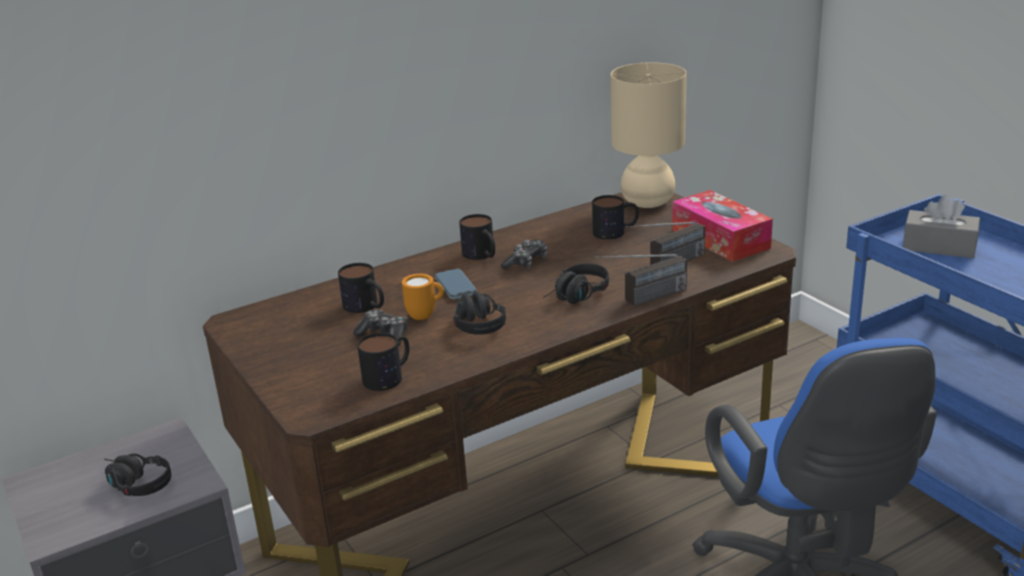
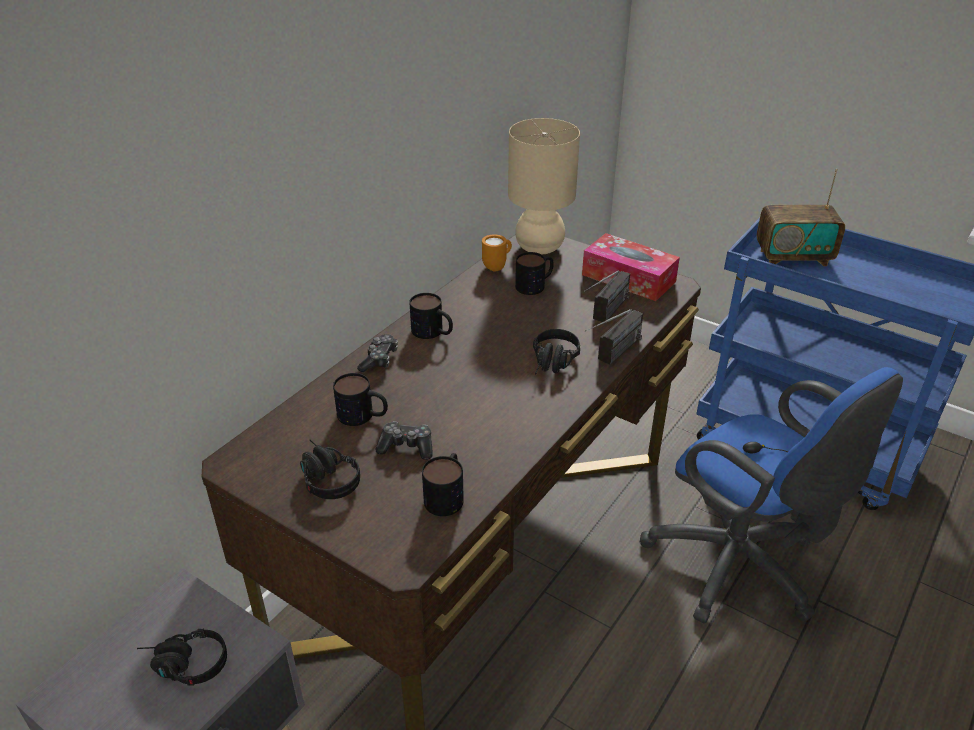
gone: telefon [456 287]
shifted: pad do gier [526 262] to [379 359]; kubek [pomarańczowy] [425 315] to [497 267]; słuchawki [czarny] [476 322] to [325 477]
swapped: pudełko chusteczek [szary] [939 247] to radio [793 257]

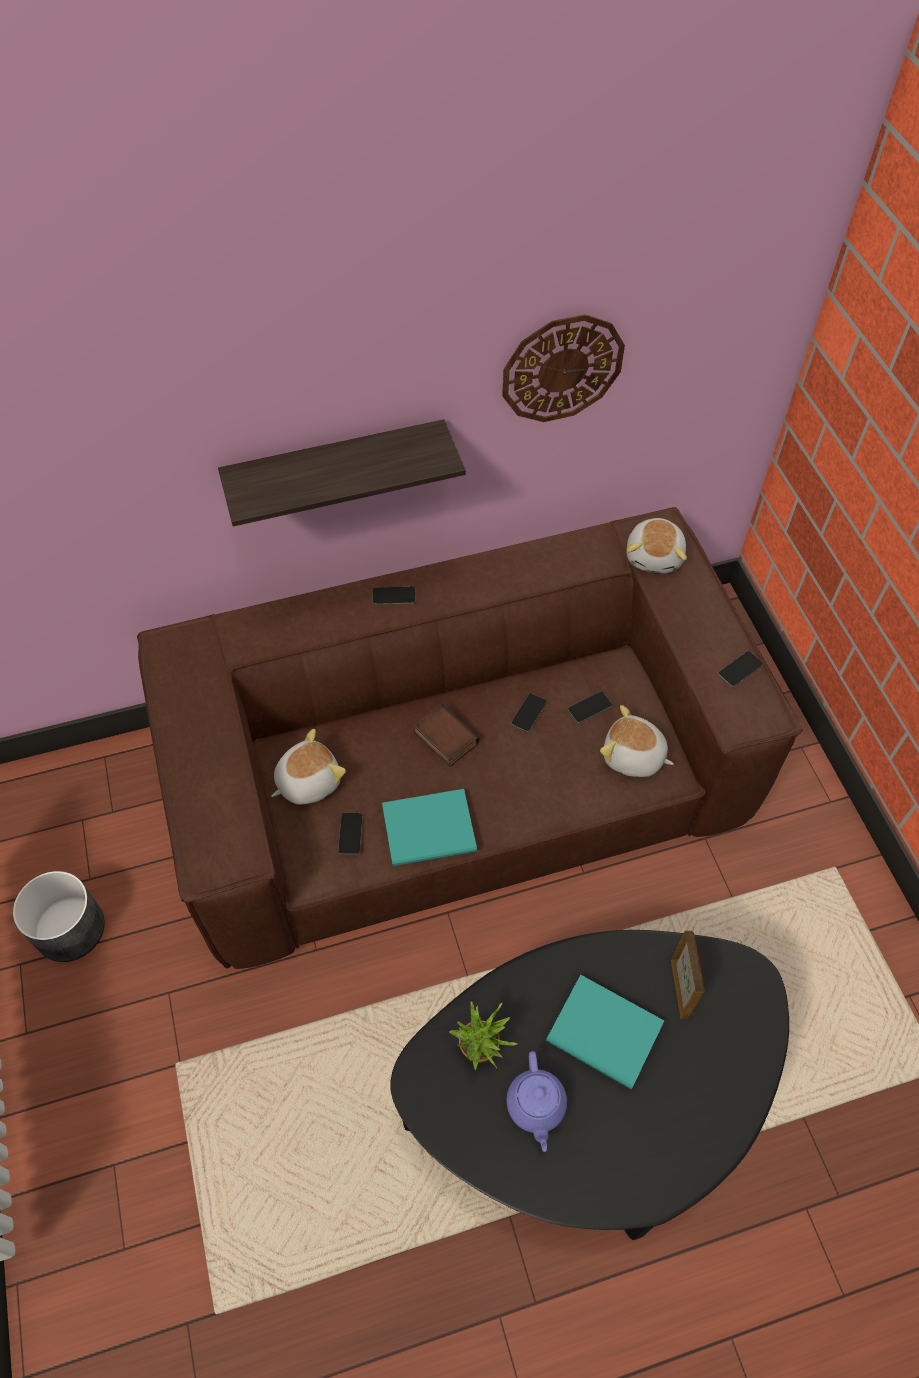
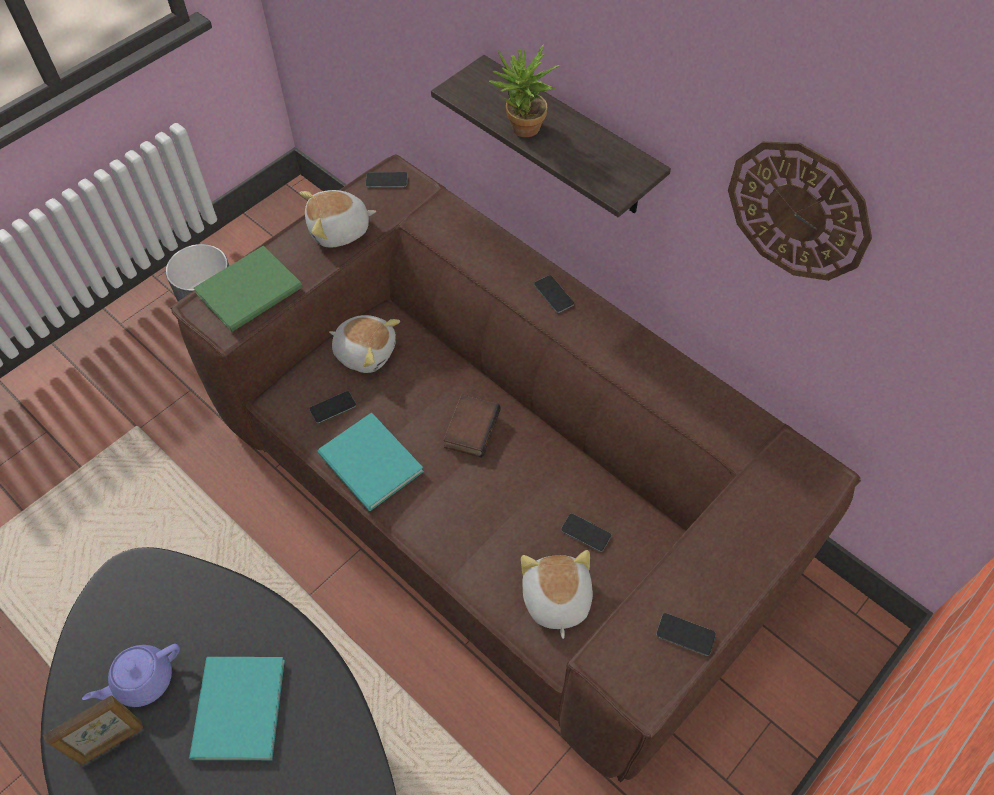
new: książka [zielony] [253 290]
shifted: pluszak [655 556] to [339 231]; telefon [528 712] to [386 180]; ramka na zdjęcie [680 988] to [111 743]; roślina doniczkowa [481 1053] to [521 131]

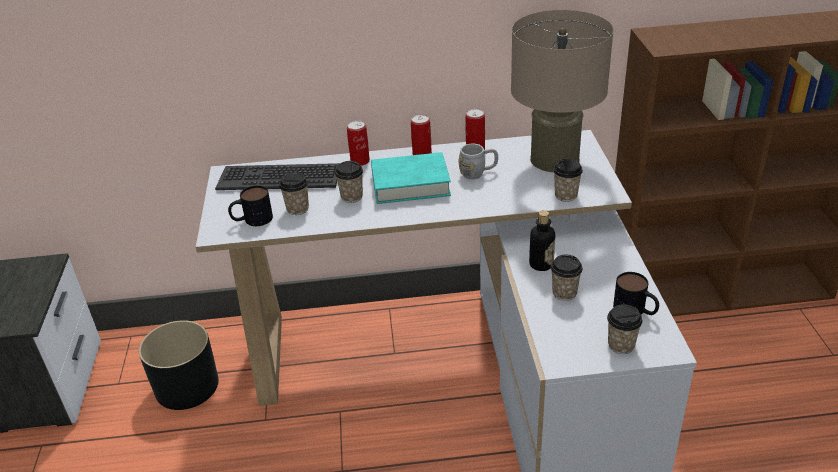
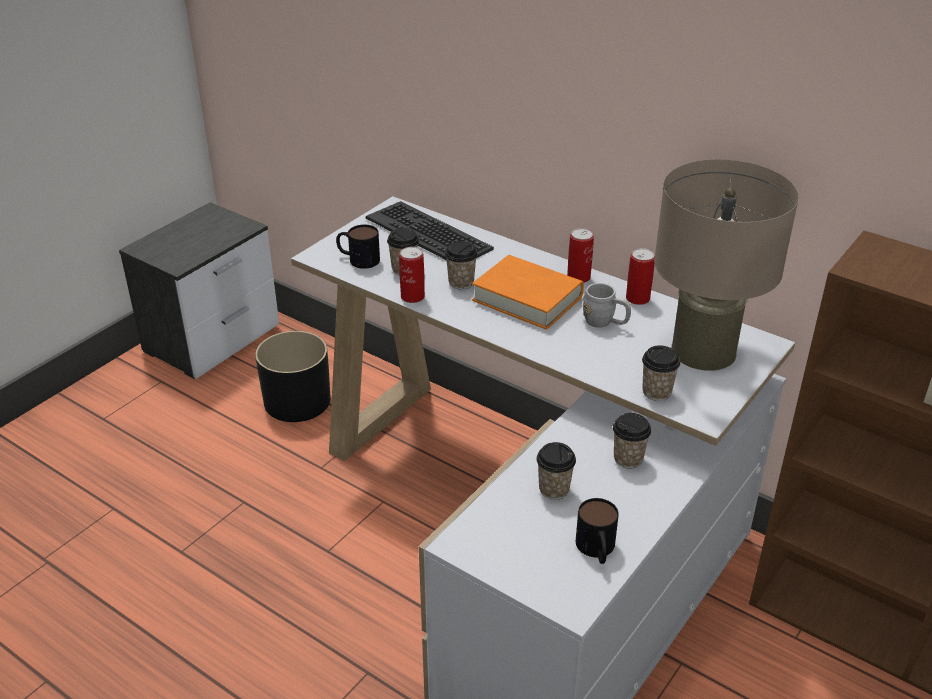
gone: butelka [541 264]
shifted: puszka [360 161] to [412 297]; filiżanka [621 345] to [628 459]
repainted: książka [turkusowy] [410 184] to książka [pomarańczowy] [527 299]

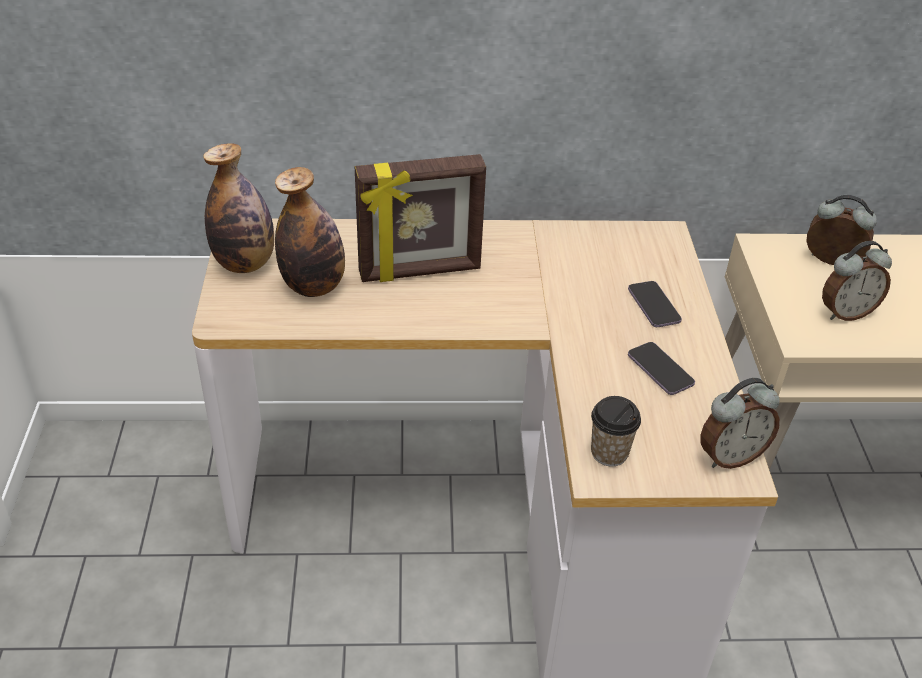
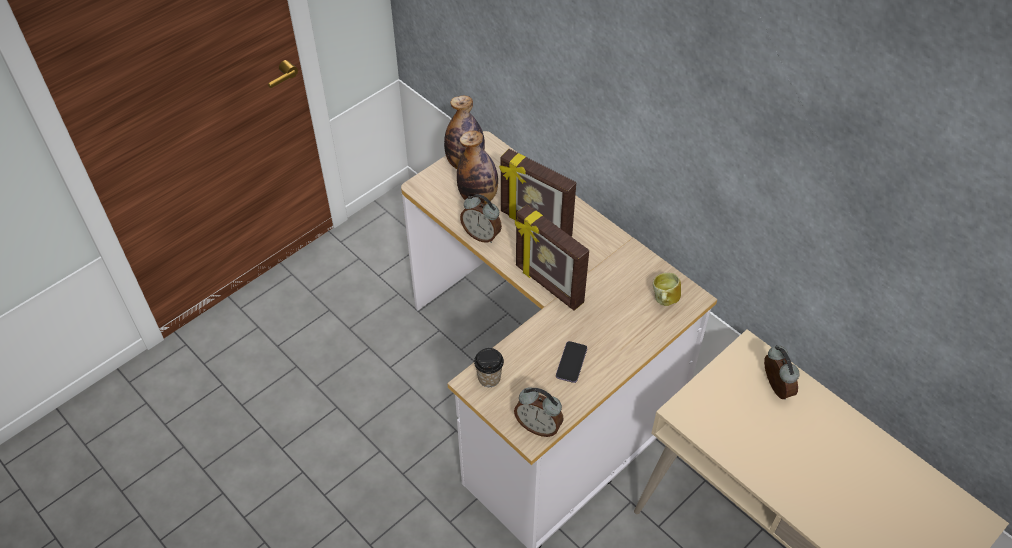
gone: telefon [653 306]
new: ramka na zdjęcie [548 285]; kubek [663 300]
shifted: budzik [845 313] to [482 235]

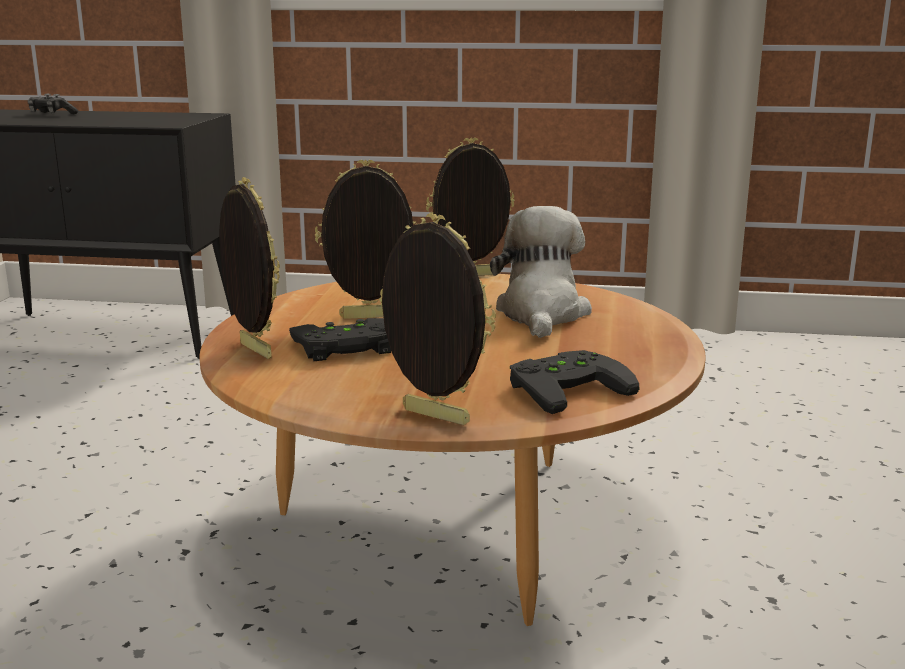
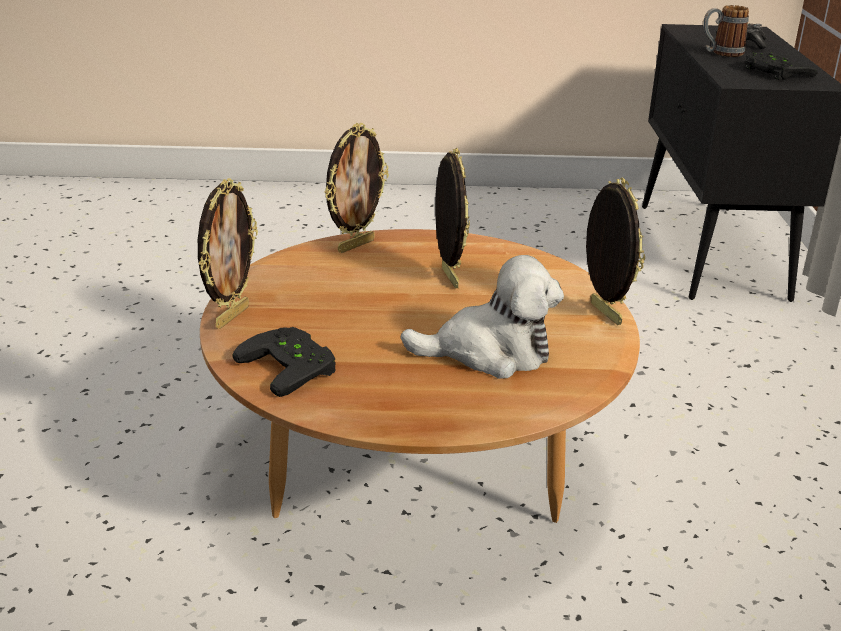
new: kubek [721 53]
shifted: pad do gier [czarny] [345 348] to [773 72]

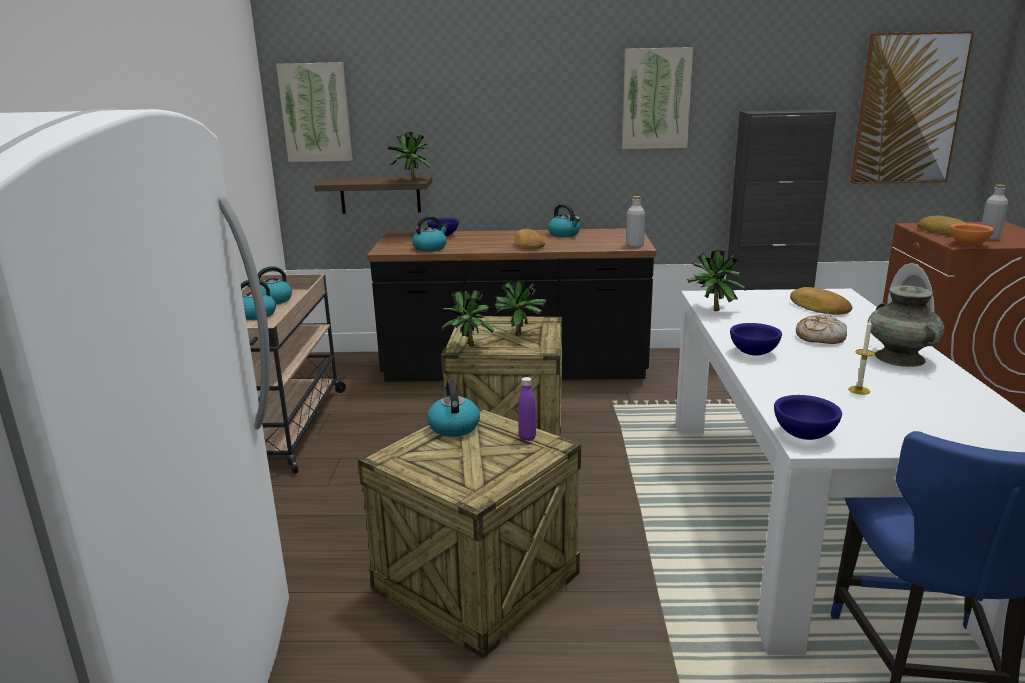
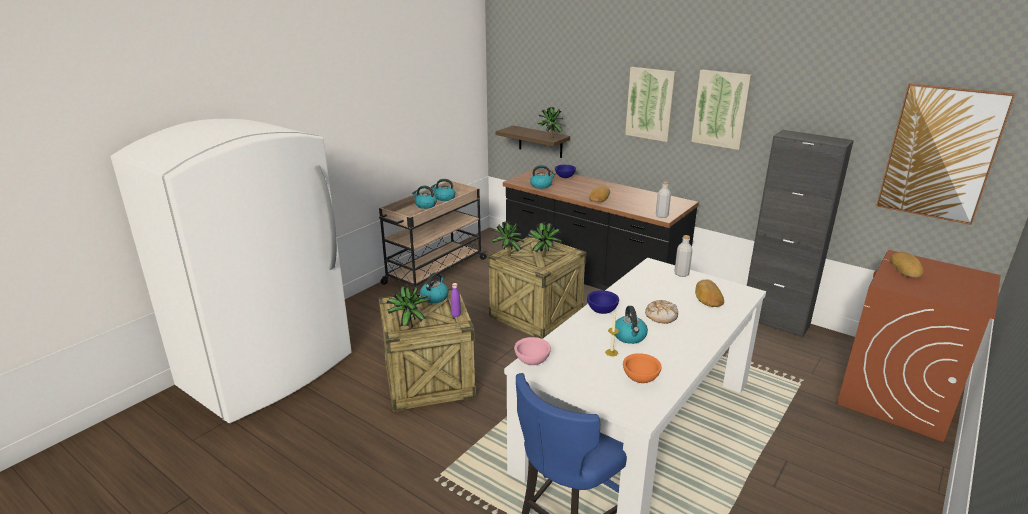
gone: wazon [turkusowy] [900 358]
shifted: obraz [316 112] to [650 104]; butelka [szary] [989 238] to [681 274]; czajnik [564 234] to [629 336]; miska [pomarańczowy] [968 245] to [640 379]; roślina doniczkowa [711 310] to [408 326]
repainted: miska [niebieski] [804 435] to miska [różowy] [532 361]

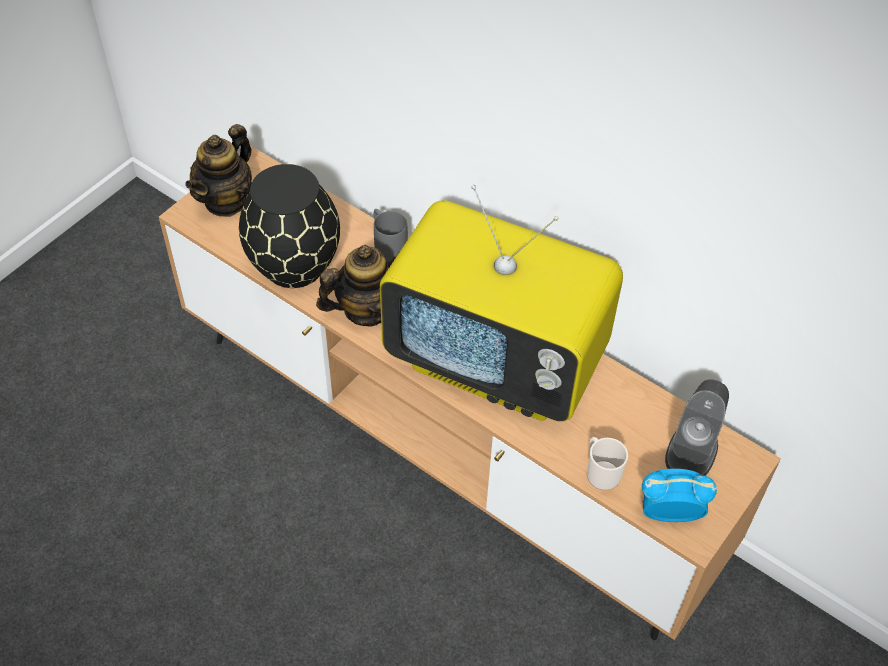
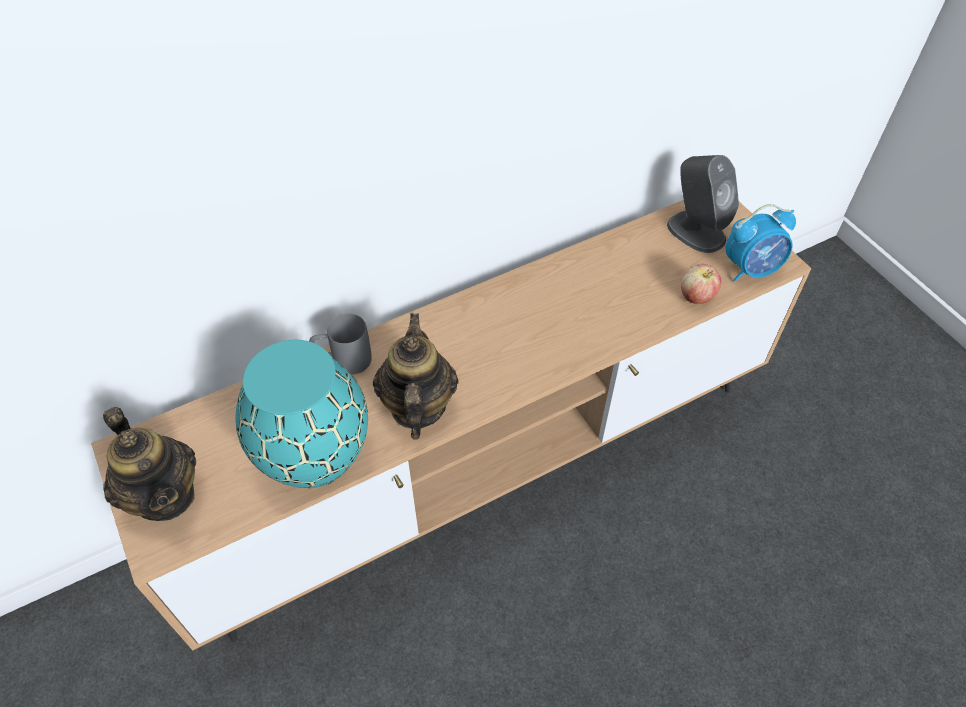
gone: telewizor [498 362]
swapped: kubek [601 473] to jabłko [696 297]
repainted: wazon [czarny] [294 266] to wazon [turkusowy] [316 456]
rotated: budzik [668 512] = [751 269] 135 degrees counterclockwise

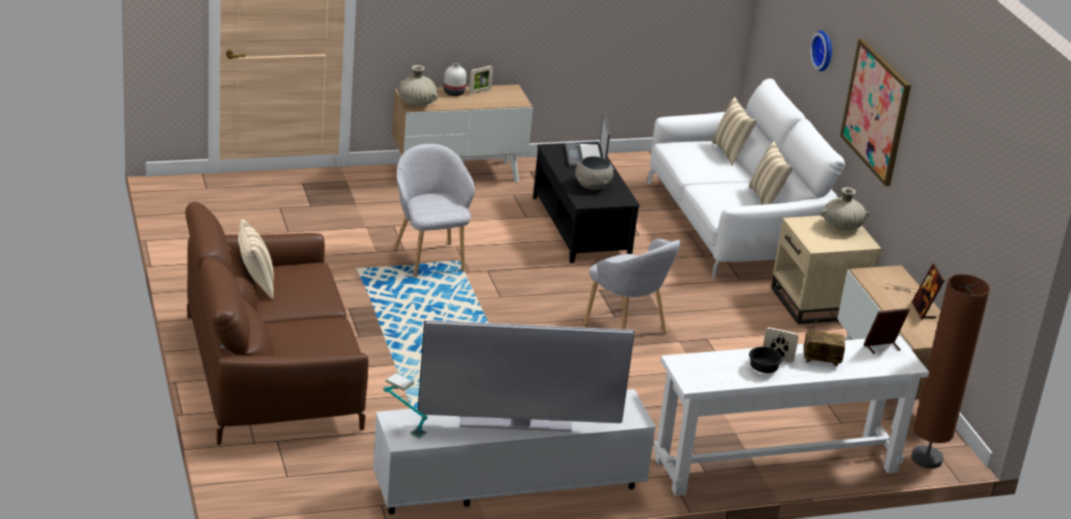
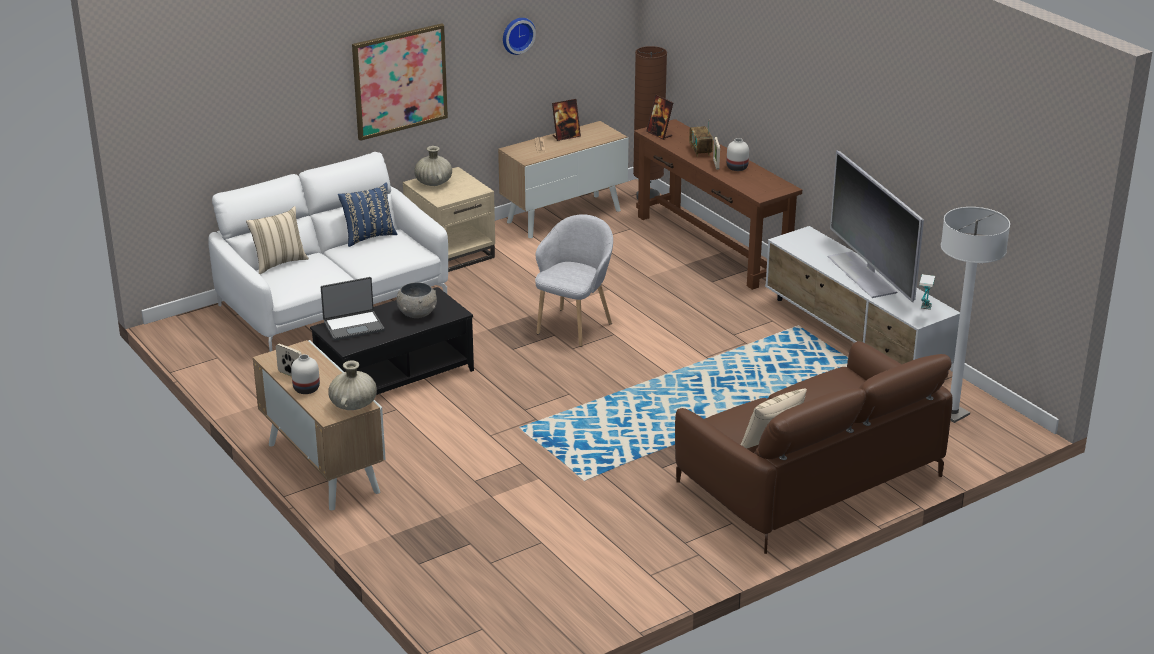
gone: fotel [szary] [429 258]
new: lampa stojąca [biały] [952 414]
shifted: zegar ścienny [824 50] to [517 35]
swapped: miska [czarny] [762 369] to wazon [biały] [737 168]
repainted: poduszka [beżowy] [766 199] to poduszka [niebieski] [368 237]; stolik konsolowy [biały] [776 465] to stolik konsolowy [brązowy] [712 245]

